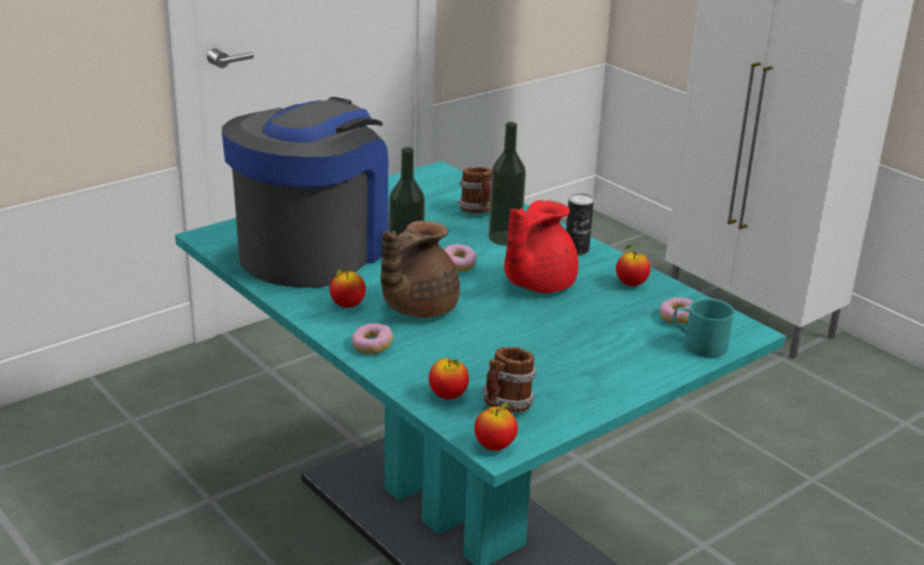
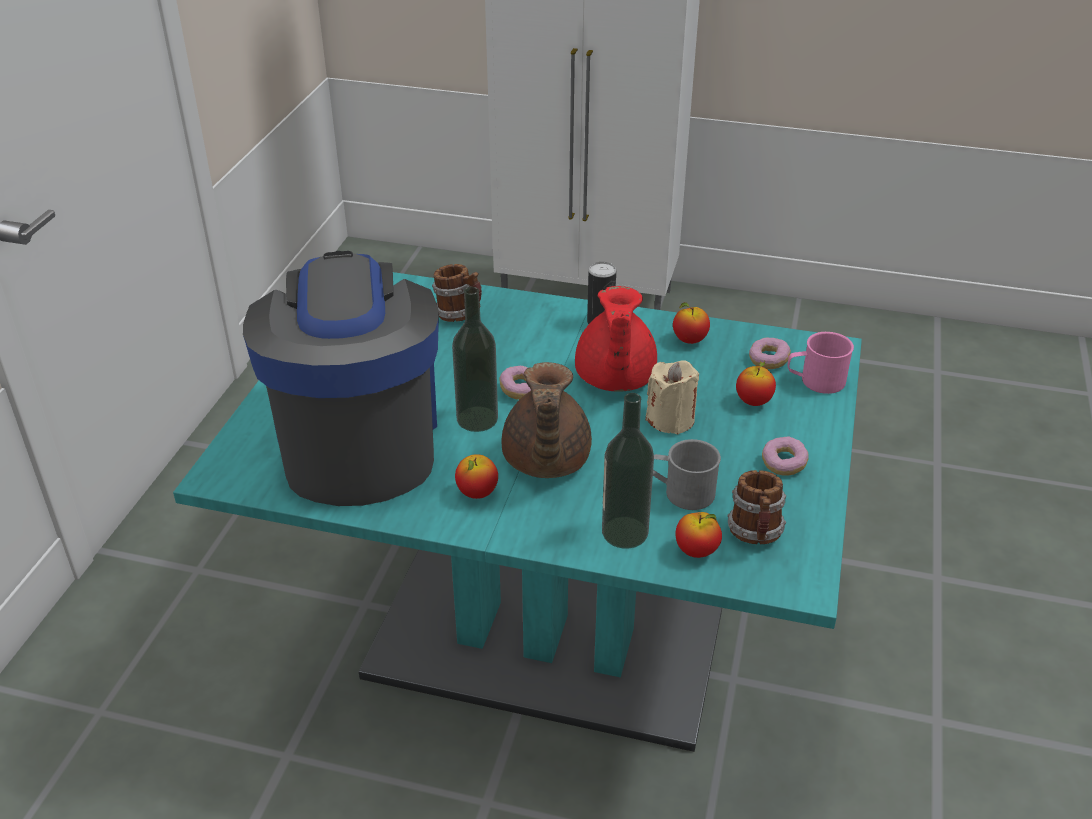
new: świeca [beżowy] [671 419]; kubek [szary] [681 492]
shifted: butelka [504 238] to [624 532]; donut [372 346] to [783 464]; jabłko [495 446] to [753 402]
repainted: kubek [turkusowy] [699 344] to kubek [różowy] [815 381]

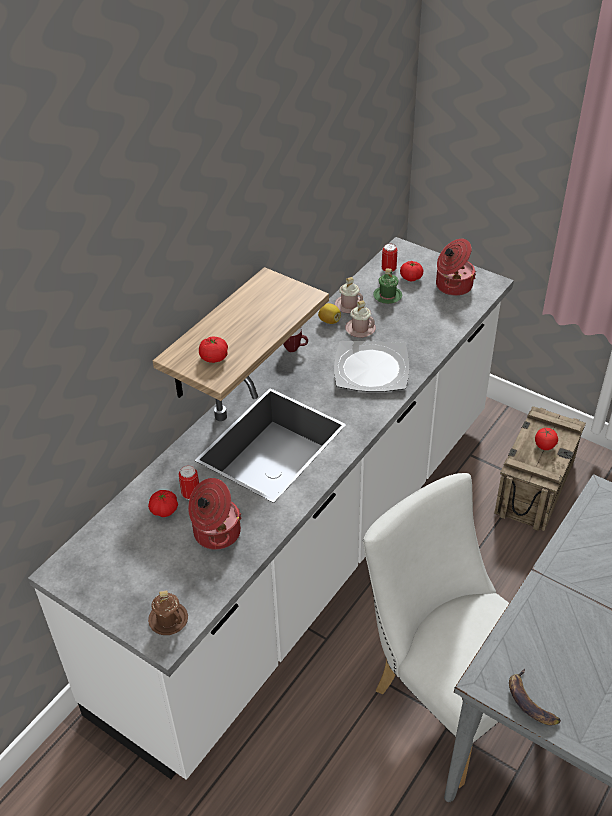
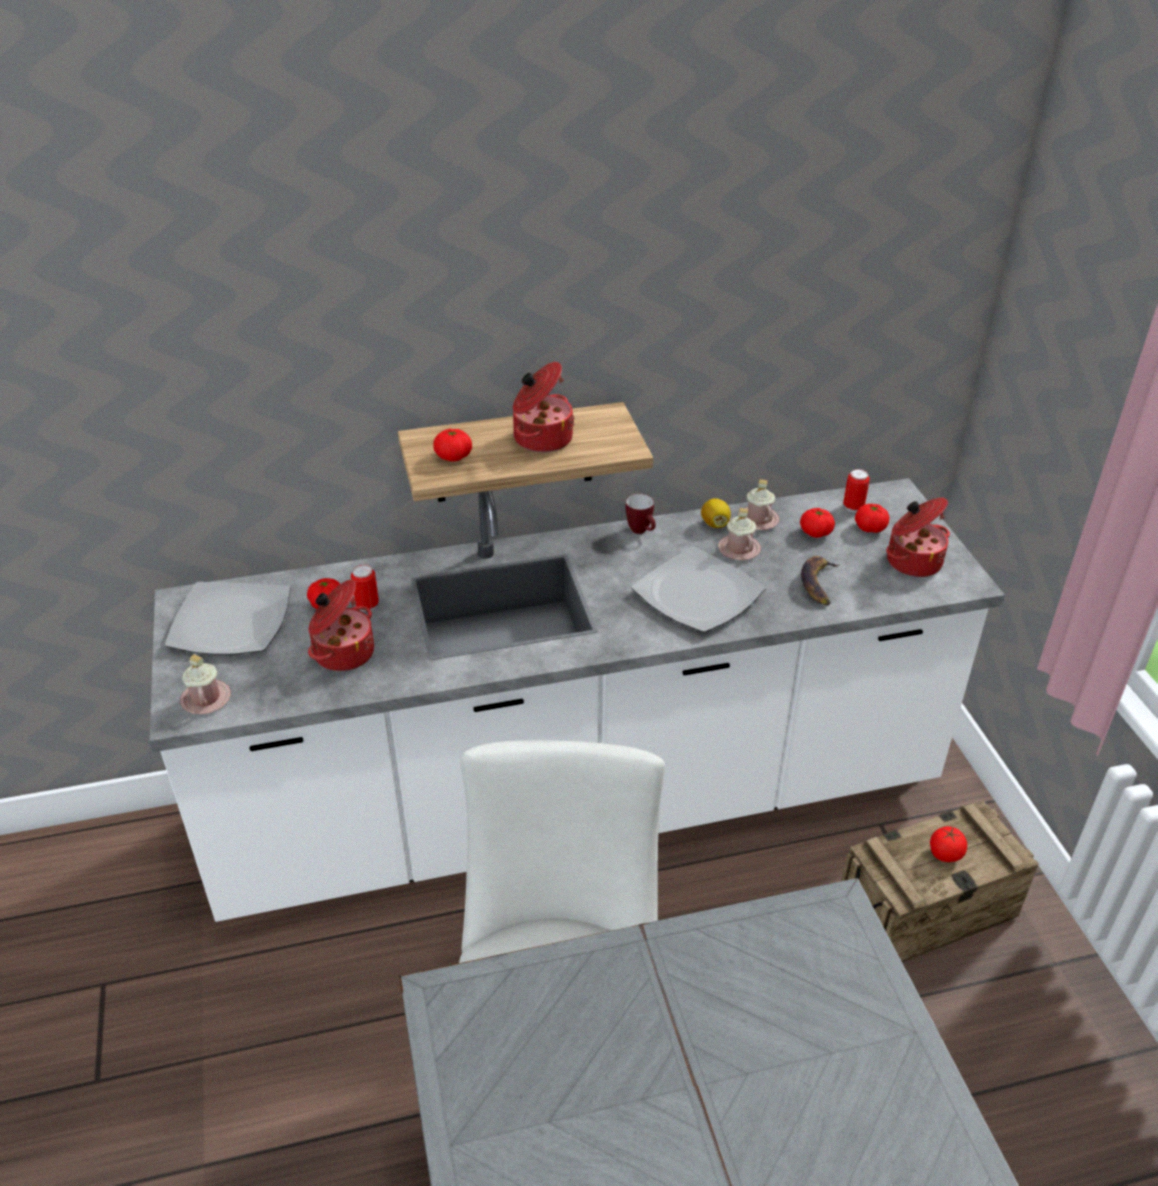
new: garnek [541 438]; talerz [232 622]
shifted: banan [530 702] to [818 583]
swapped: kubek [zielony] [387 296] to pomidor [815 532]
repainted: kubek [brązowy] [168 619] to kubek [różowy] [206 699]

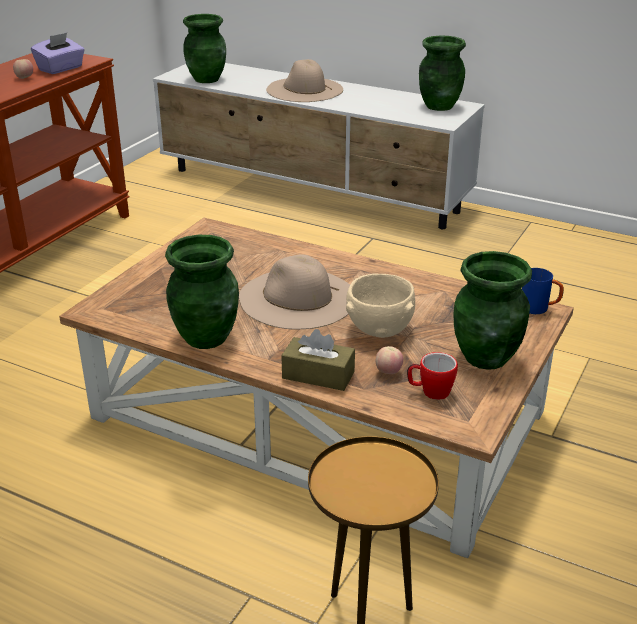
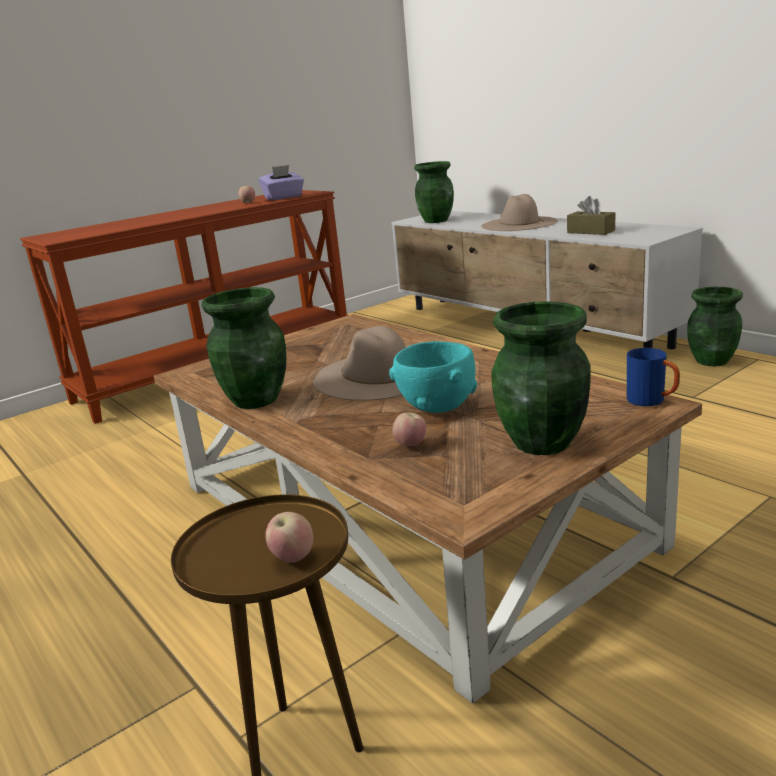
gone: kubek [430 392]
new: jabłko [293 558]
shifted: wazon [zielony] [438 106] to [711 361]; pudełko chusteczek [brązowy] [318 375] to [590 232]
repainted: miska [beżowy] [379 330] to miska [turkusowy] [437 407]

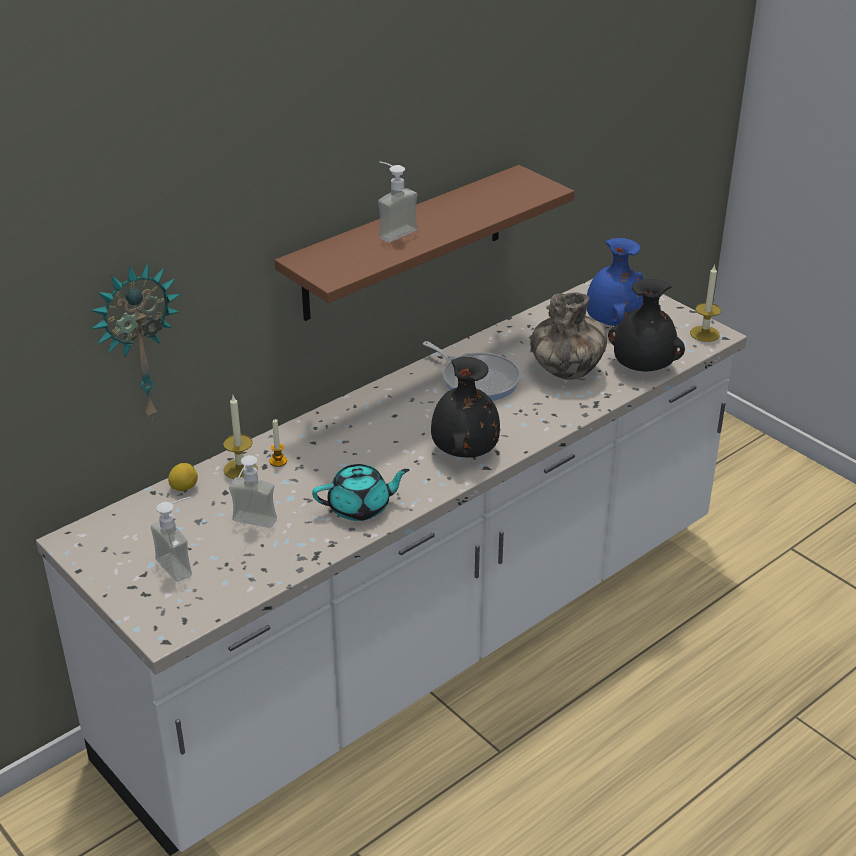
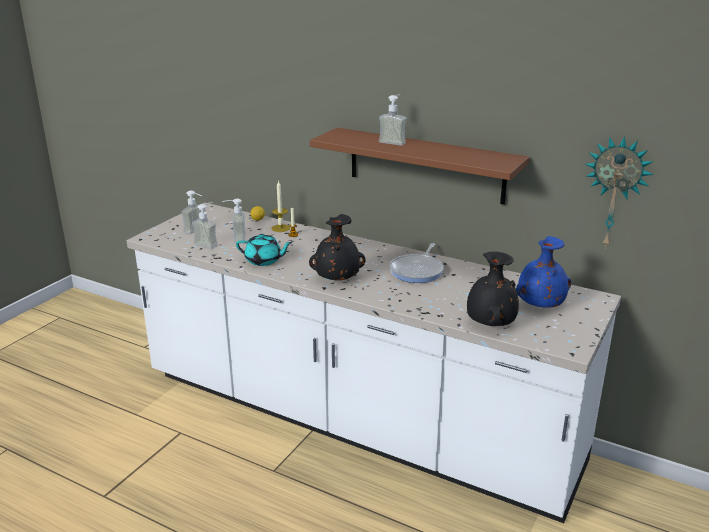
gone: świeca [704 334]; wazon [567 371]
new: dozownik mydła [209 243]
shifted: zegar ścienny [137 342] to [615 192]
rotated: imbryk [turkusowy] [360 507] = [264 261] 45 degrees counterclockwise

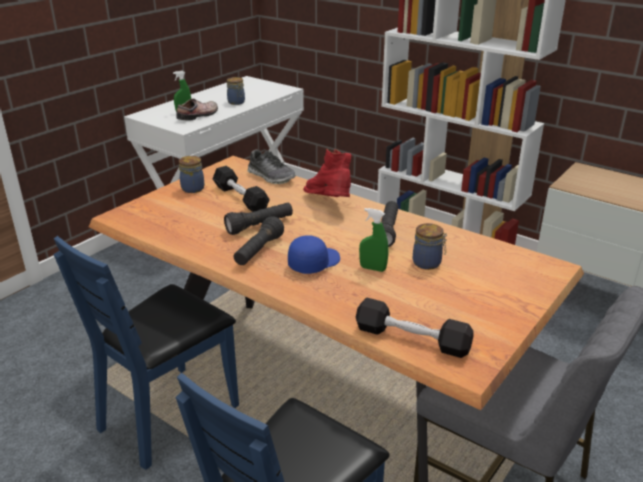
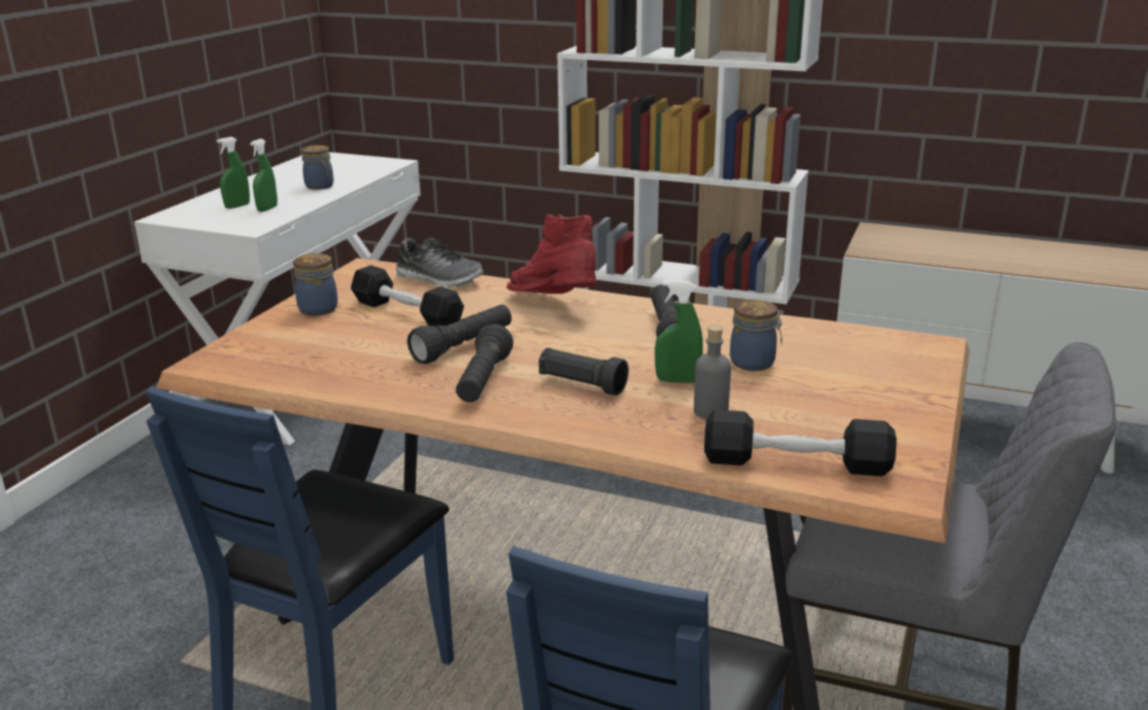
new: butelka [szary] [710 412]
swapped: but [199 115] to spryskiwacz [zielony] [267 209]; czapka z daszkiem [niebieski] [313 263] to latarka [czarny] [581 385]

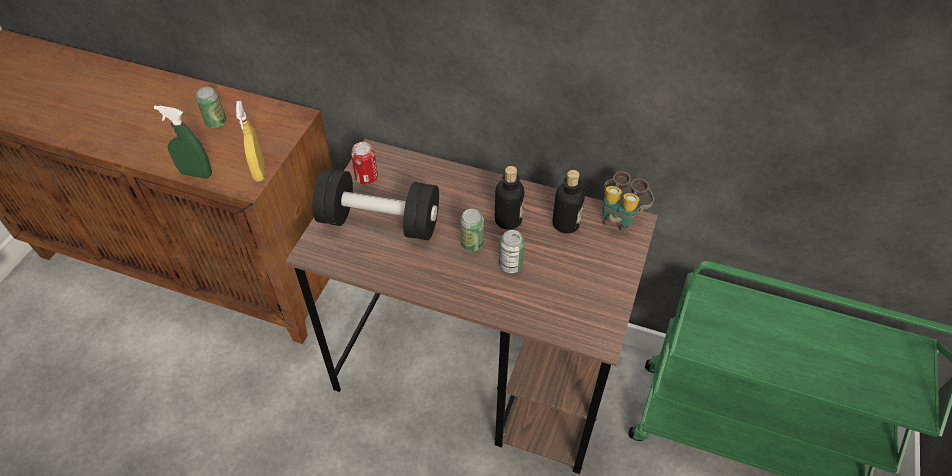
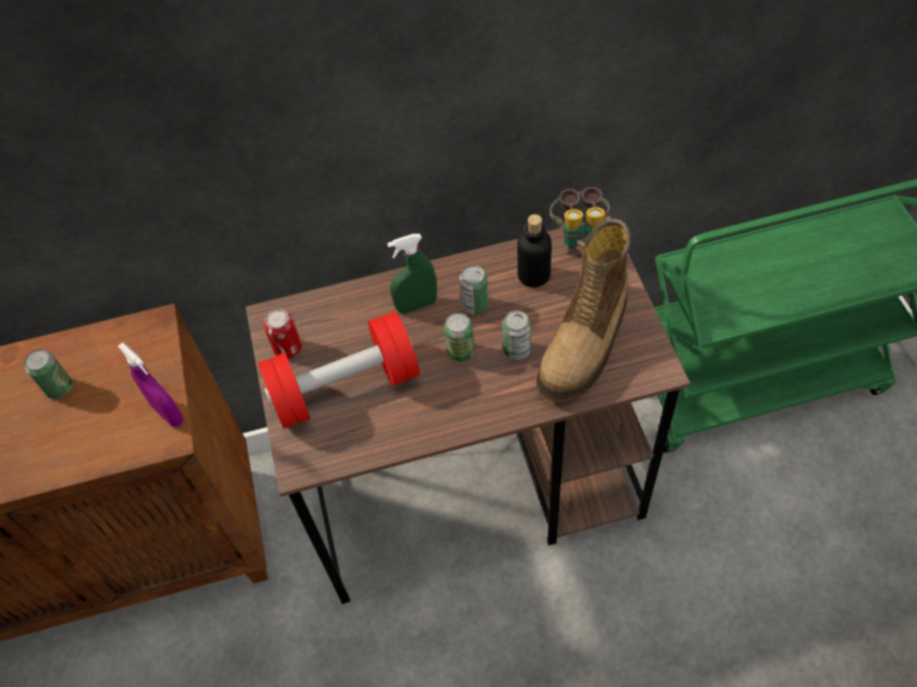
new: but z cholewką [586 343]
shifted: spryskiwacz [zielony] [196 173] to [416 305]
swapped: butelka [508 220] to puszka [475 305]
repainted: spryskiwacz [żółty] [259 171] to spryskiwacz [fioletowy] [168 413]; hantel [czarny] [379 222] to hantel [czerwony] [345 387]

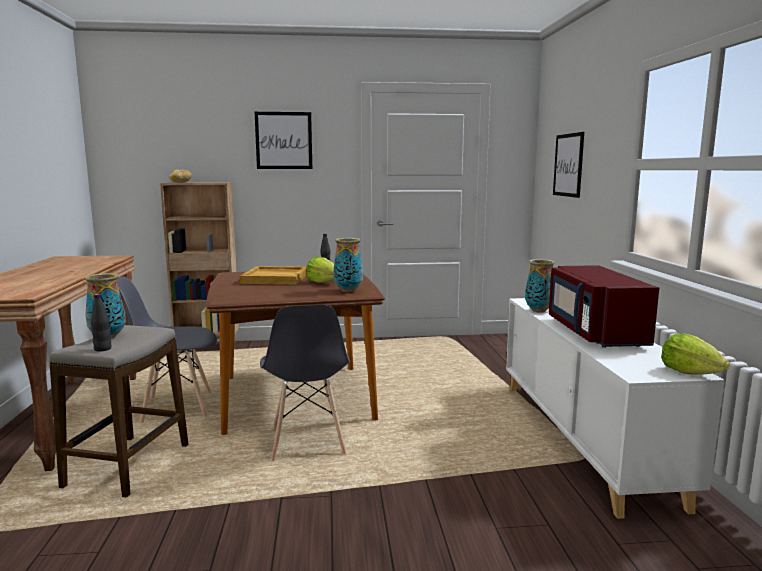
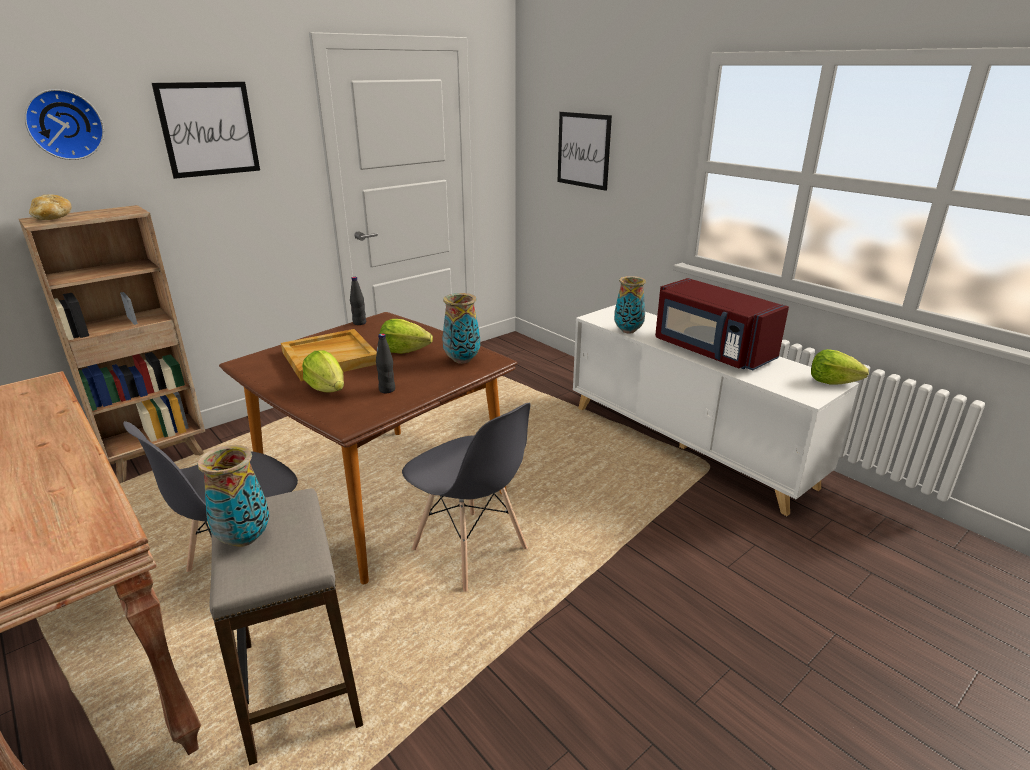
new: zegar ścienny [64 124]; sałata [327 389]
shifted: butelka [czarny] [102 349] to [387 390]

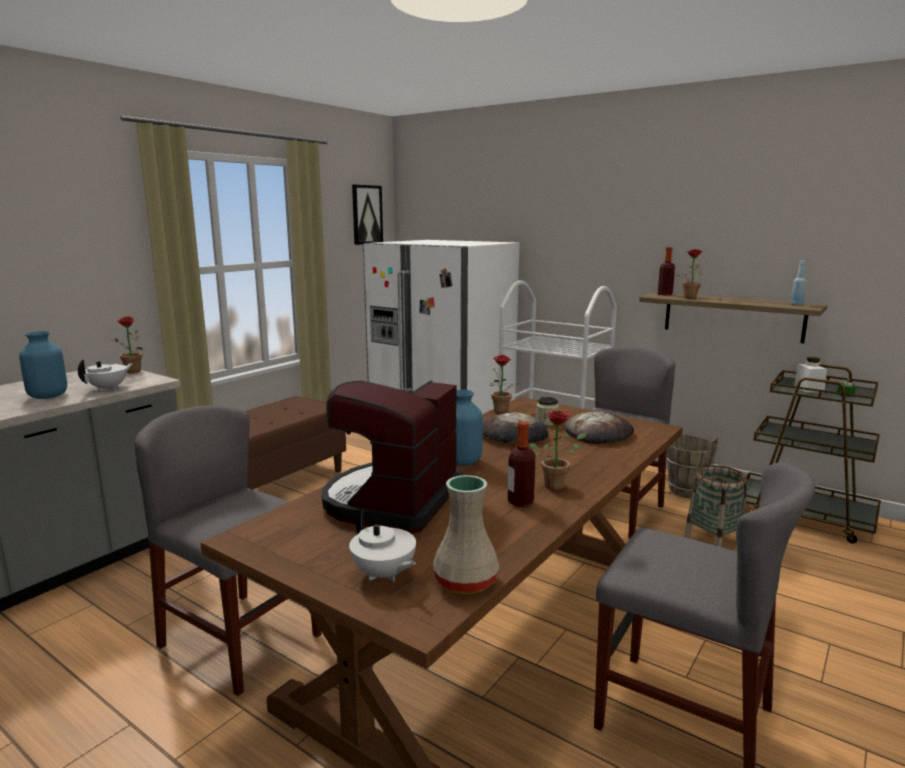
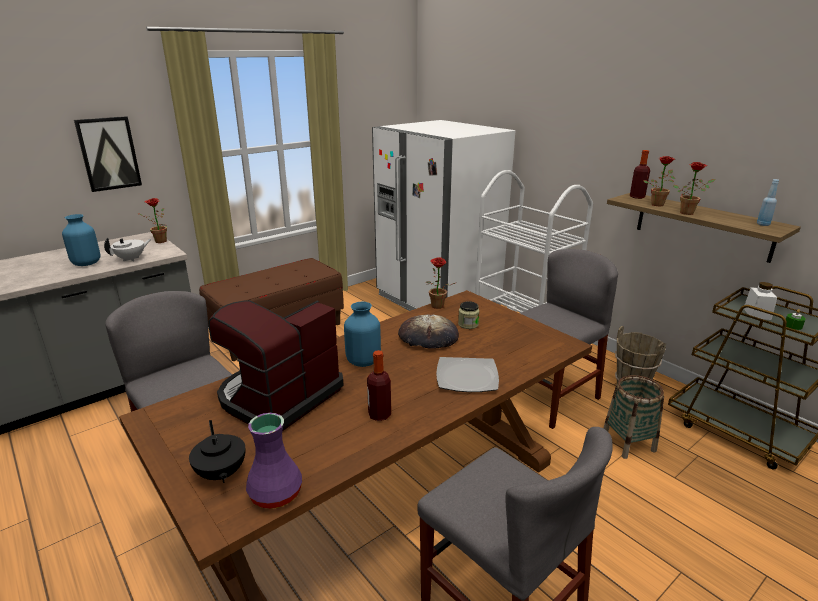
gone: chleb [598 433]
new: talerz [466 376]
shifted: obraz [366 214] to [109 153]; roślina doniczkowa [557 485] to [689 212]
repainted: wazon [beżowy] [467 581] to wazon [fioletowy] [277 494]; imbryk [biały] [383 575] to imbryk [czarny] [221 474]

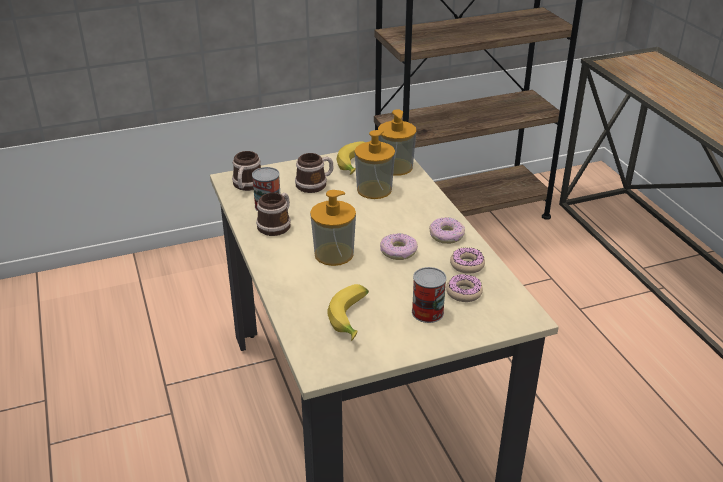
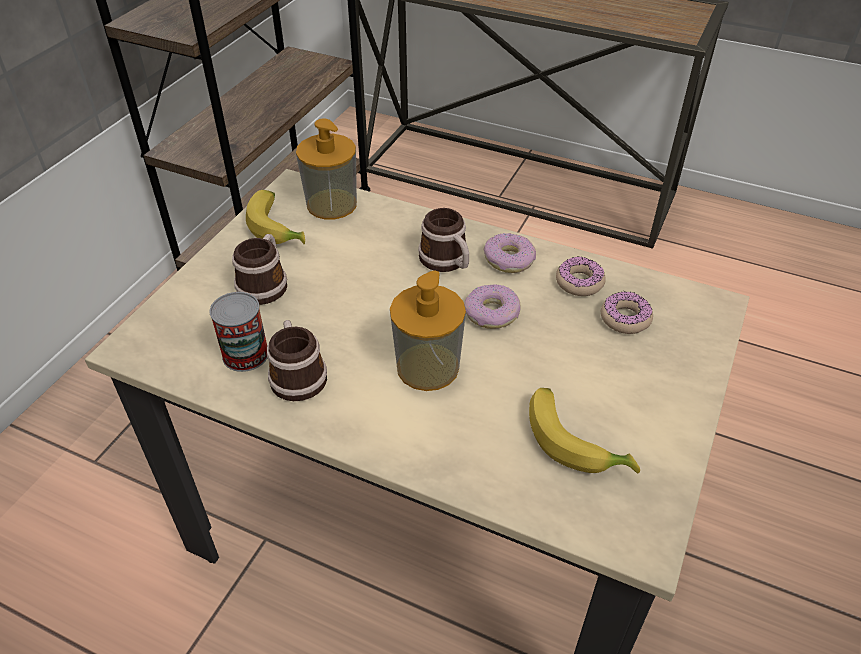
gone: dozownik mydła [374 189]; puszka [427 312]
shifted: kubek [247 186] to [447 262]

